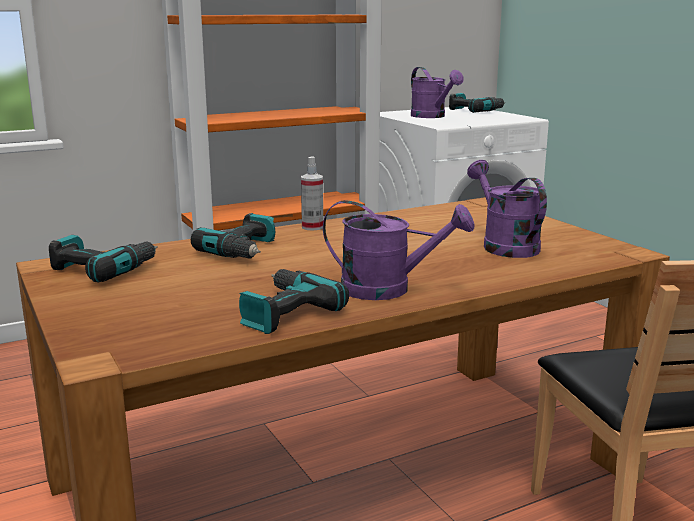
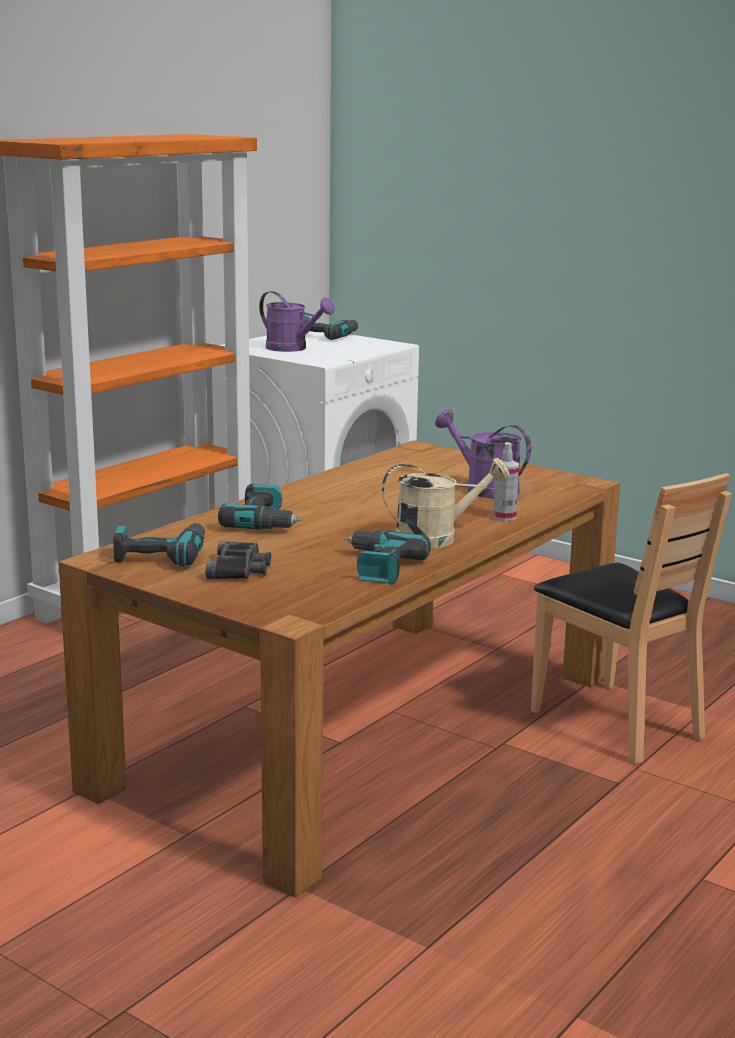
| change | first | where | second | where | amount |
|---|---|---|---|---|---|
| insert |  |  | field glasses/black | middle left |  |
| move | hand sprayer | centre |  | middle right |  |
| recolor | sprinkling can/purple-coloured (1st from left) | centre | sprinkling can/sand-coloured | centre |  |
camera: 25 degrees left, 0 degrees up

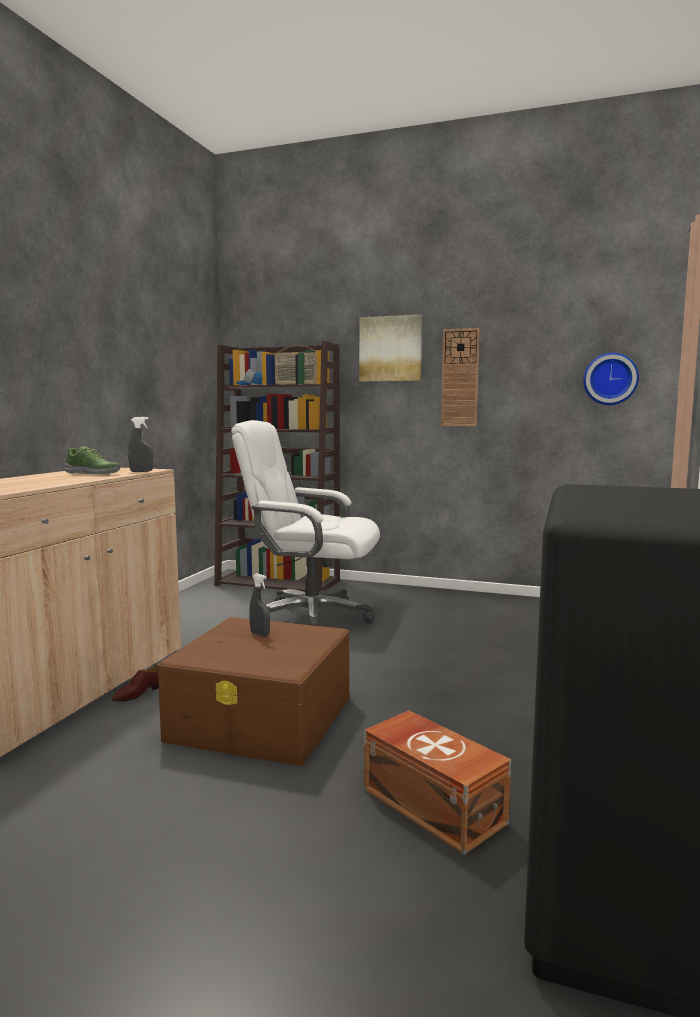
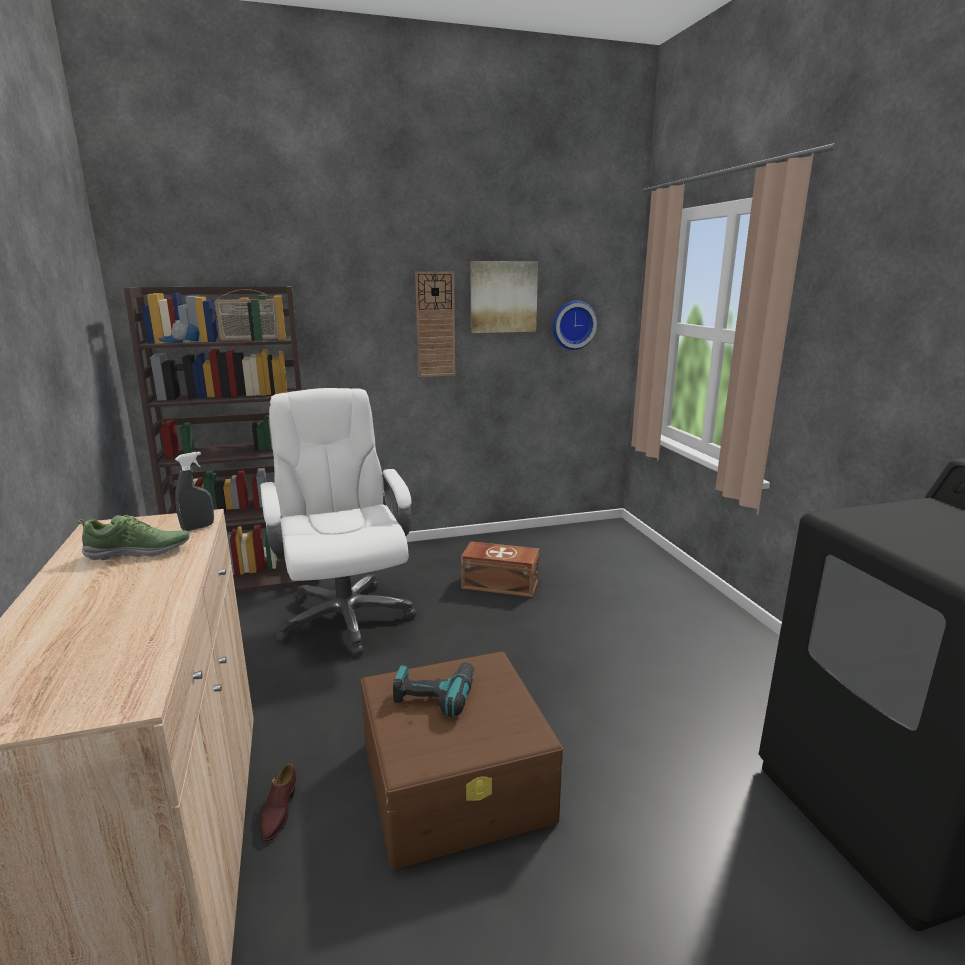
| change | first | where | second | where | amount |
|---|---|---|---|---|---|
| move | picture | centre |  | top centre |  |
| move | storage bin/brown-coloured (2nd from left) | bottom centre |  | centre |  |
| replace | hand sprayer/gray (2nd from left) | centre | power drill | bottom centre |  |
| rotate | computer chair/whitish | centre |  | centre | 90 degrees clockwise |
camera: 35 degrees left, 10 degrees up

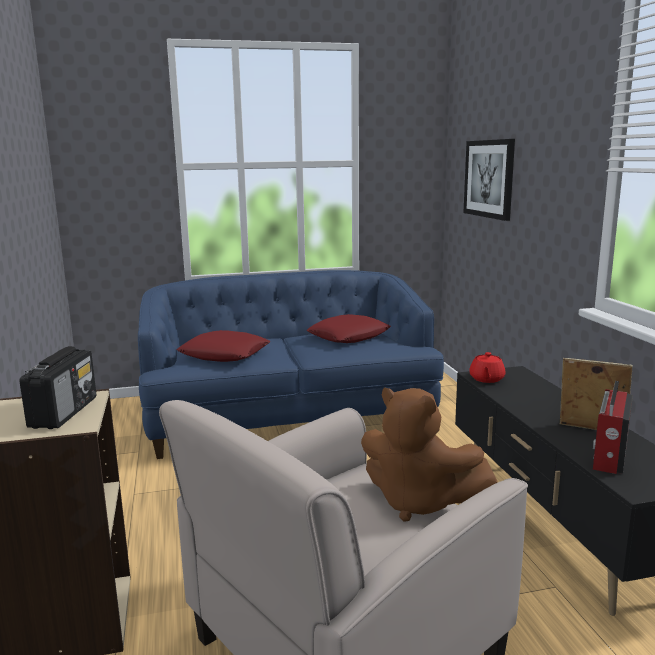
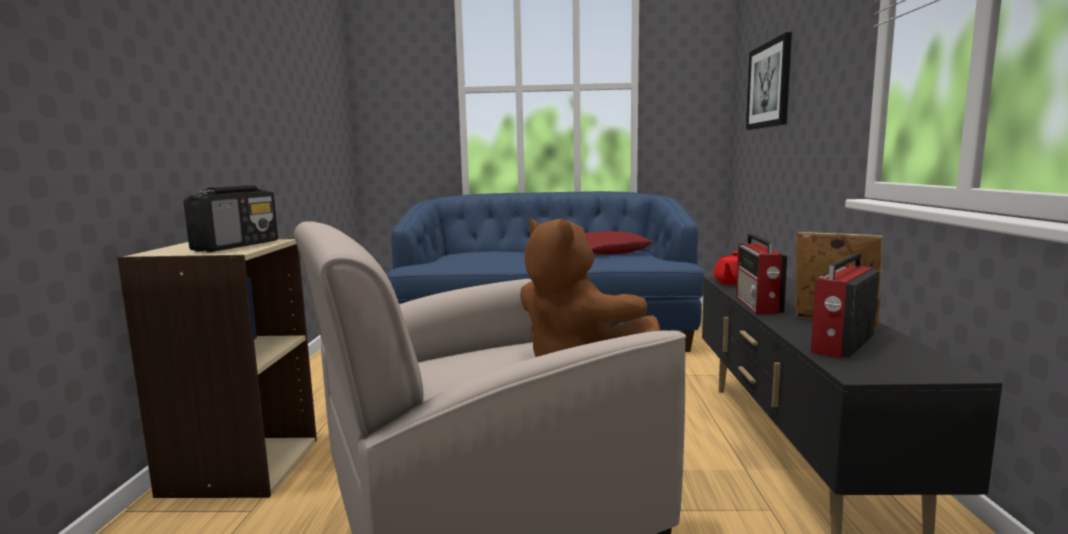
| change | first | where | second | where | amount |
|---|---|---|---|---|---|
| delete | pillow/red (1st from left) | centre |  |  |  |
| insert |  |  | radio receiver (2nd from left) | middle right |  |
camera: 15 degrees right, 5 degrees down

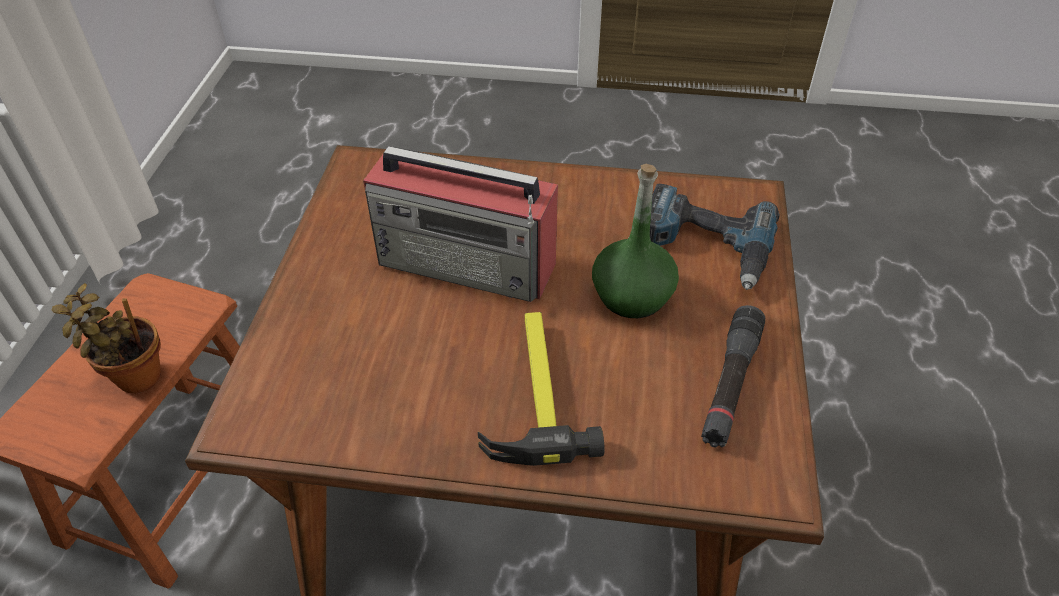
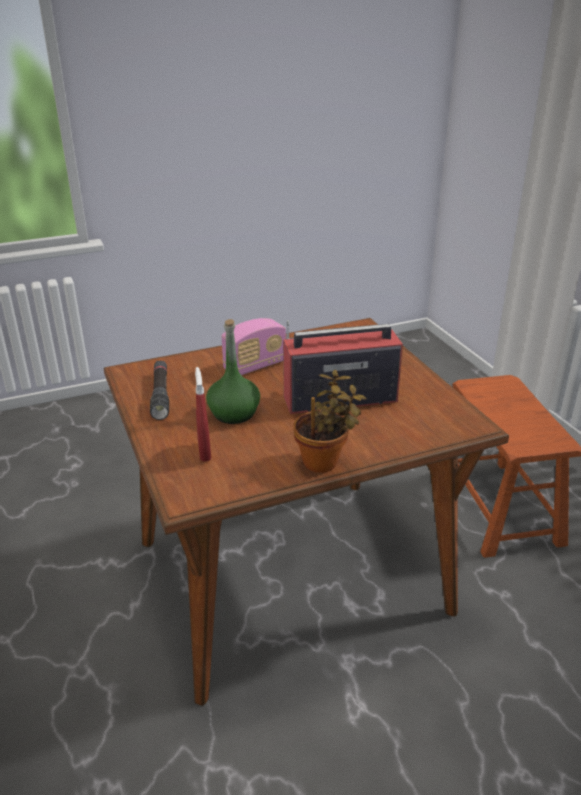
| change | first | where | second | where | amount |
|---|---|---|---|---|---|
| move | plant in a pot | middle left |  | centre |  |
| replace | hand hammer | centre | radio receiver (1st from left) | centre |  |
| replace | power drill | middle right | hand sprayer/red | centre |  |
camera: 150 degrees right, 15 degrees down

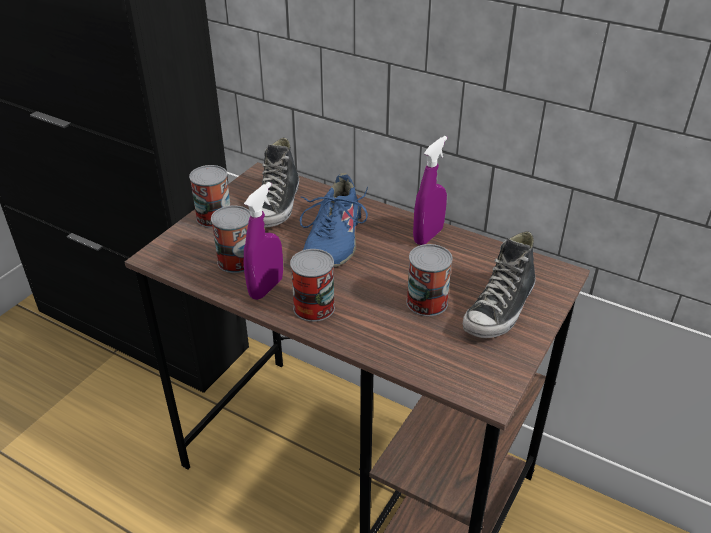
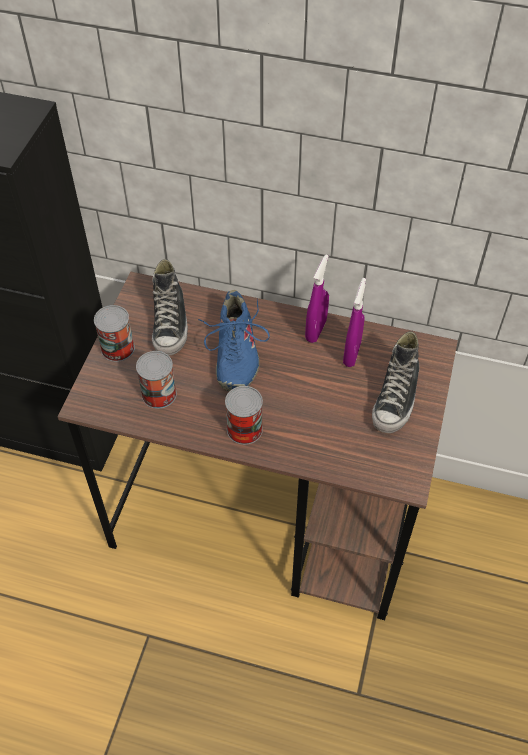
| change | first | where | second | where | amount |
|---|---|---|---|---|---|
| delete | sealed can (4th from left) | centre |  |  |  |
| move | hand sprayer/purple-coloured (1st from left in the first image) | centre | hand sprayer/purple-coloured (2nd from left) | middle right |  |
camera: 15 degrees left, 15 degrees up

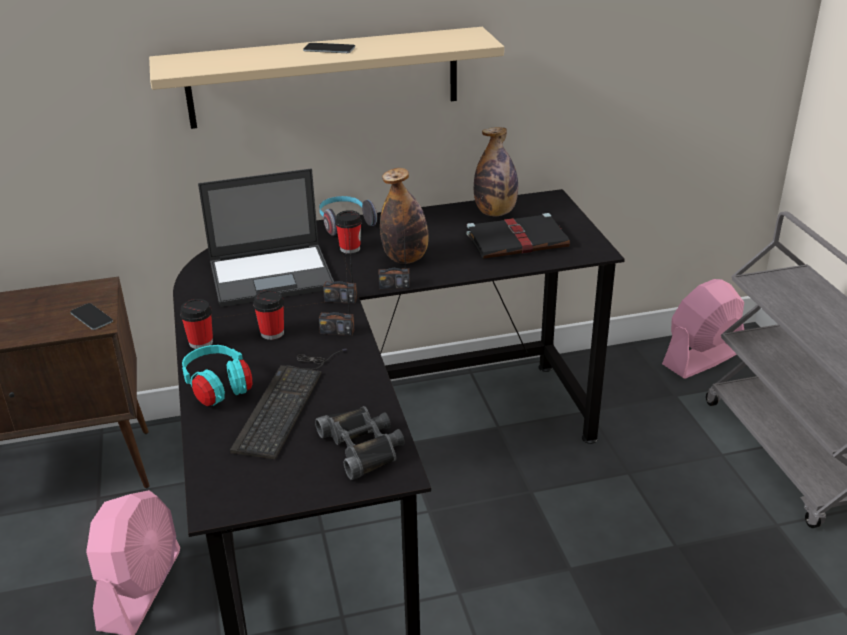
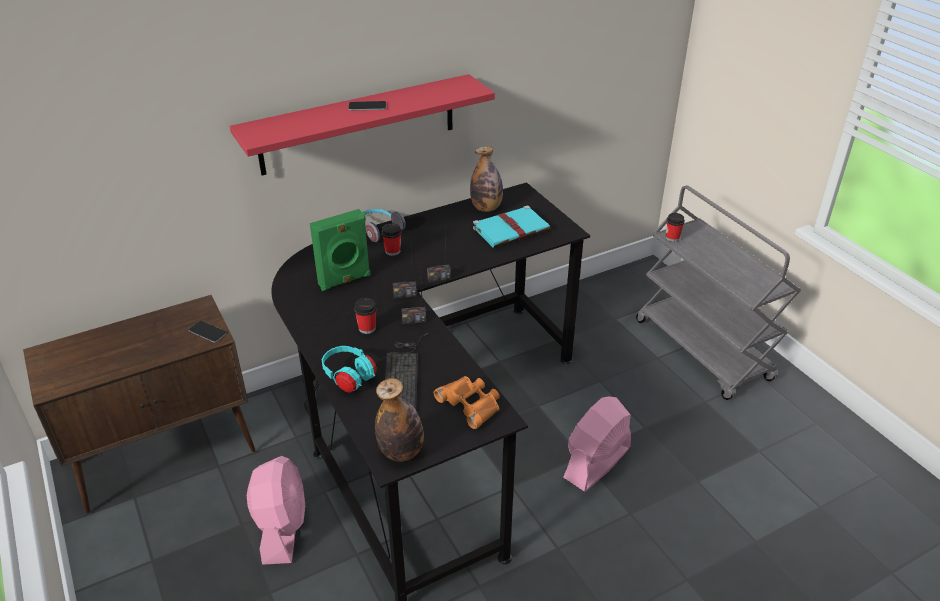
| change | first | where | second | where | amount |
|---|---|---|---|---|---|
| move | drinking cup (1st from left in the first image) | middle left | drinking cup (3rd from left) | middle right |  |
| move | drink bottle (1st from left) | centre |  | bottom centre |  |
| move | electric fan/pink (2nd from left) | middle right |  | bottom centre |  |
| replace | laptop | middle left | loudspeaker/green-coloured | centre |  |
| recolor | bracket shelf/sand-coloured | top centre | bracket shelf/red | top centre |  |
| recolor | field glasses/black | bottom centre | field glasses/orangey | bottom centre |  |
| recolor | bound book/black | centre | bound book/turquoise | centre |  |
camera: 15 degrees left, 5 degrees up

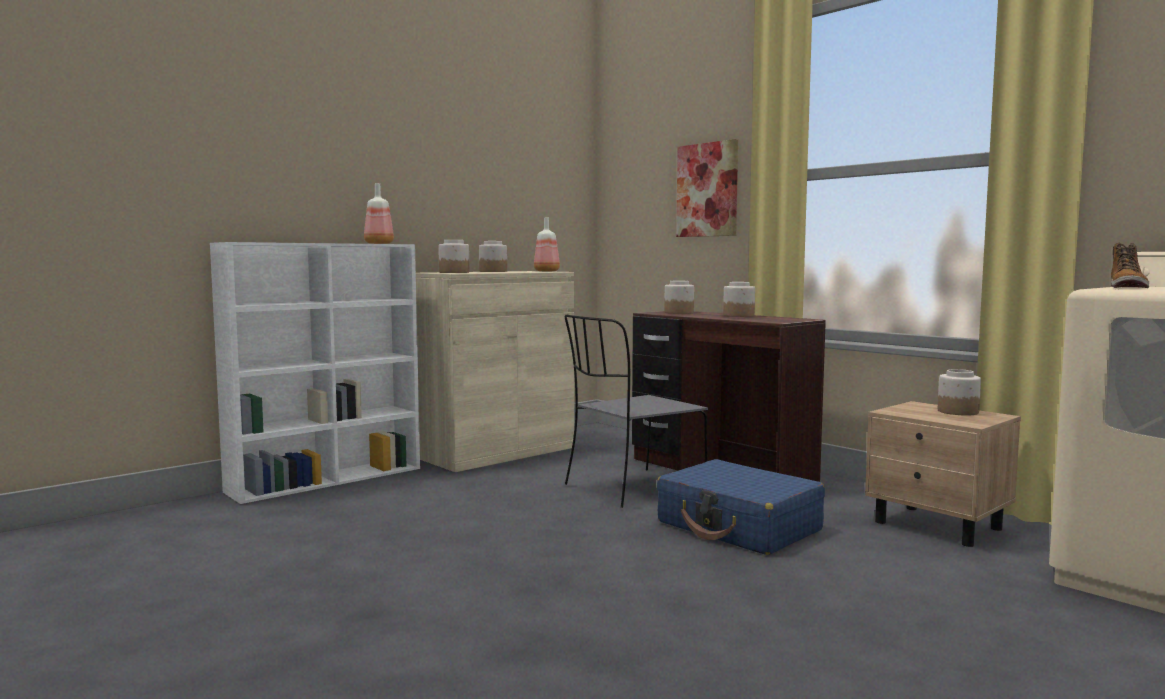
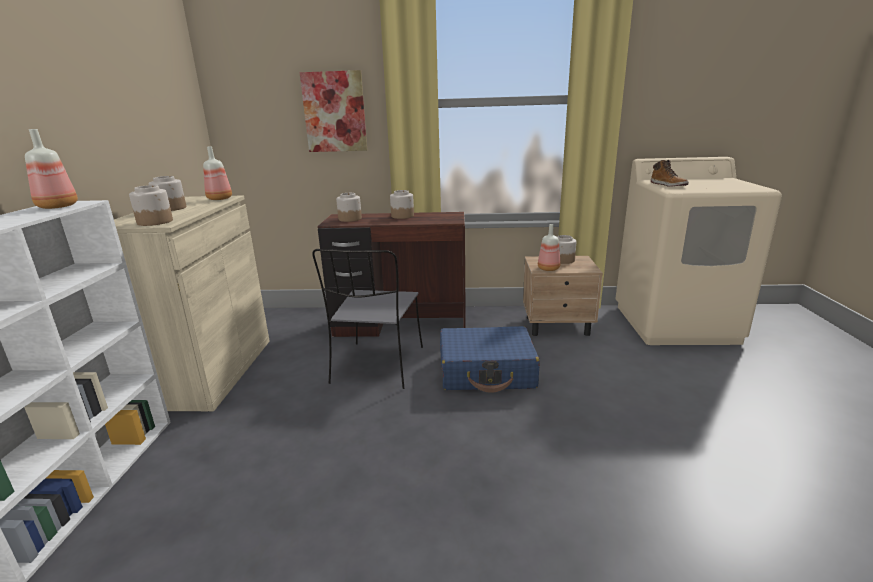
| change | first | where | second | where | amount |
|---|---|---|---|---|---|
| insert |  |  | drink bottle (3rd from left) | centre |  |
camera: 45 degrees left, 15 degrees up

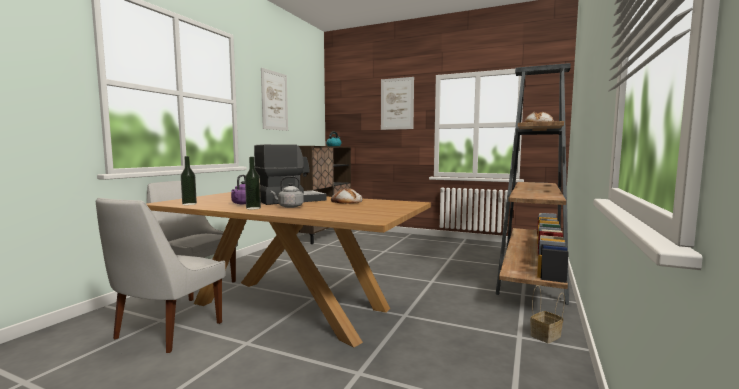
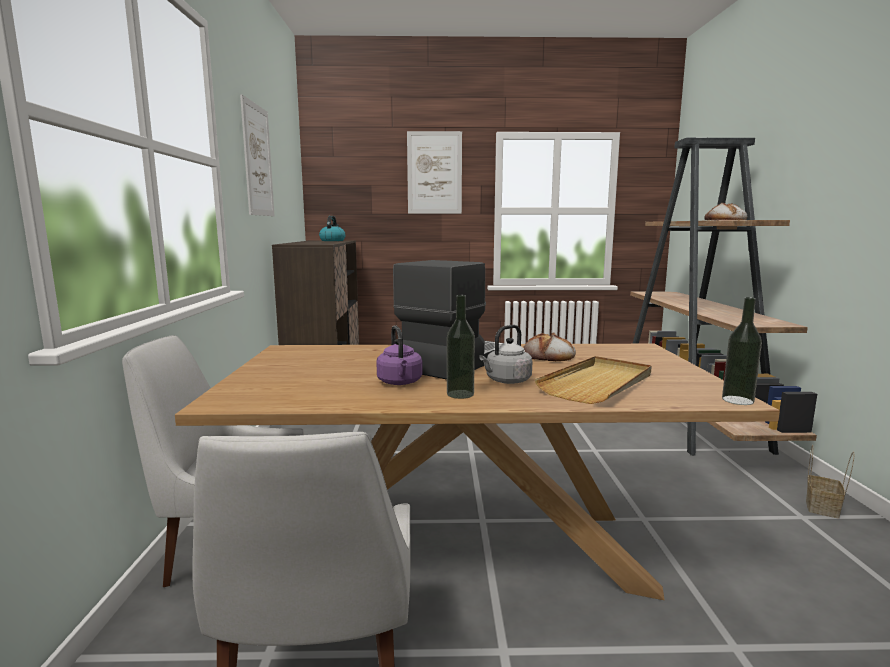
| change | first | where | second | where | amount |
|---|---|---|---|---|---|
| insert |  |  | carrying tray/sand-coloured | centre |  |
| move | drink bottle (1st from left in the first image) | middle left | drink bottle (2nd from left) | middle right |  |
camera: 25 degrees left, 5 degrees up

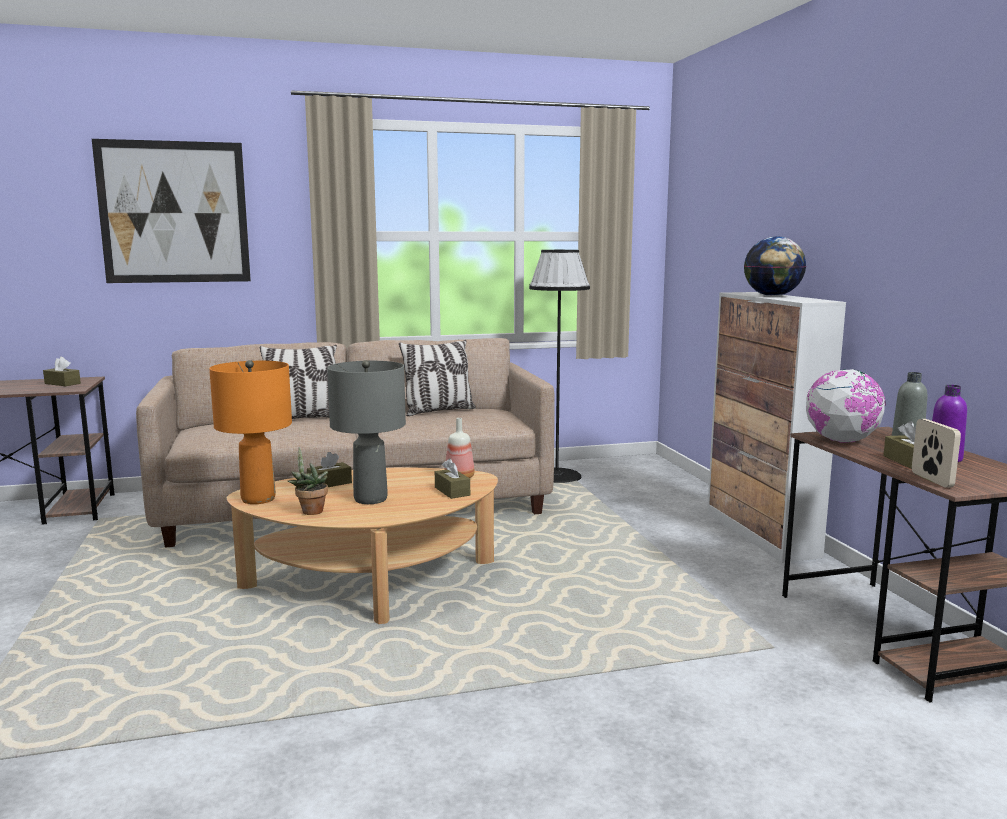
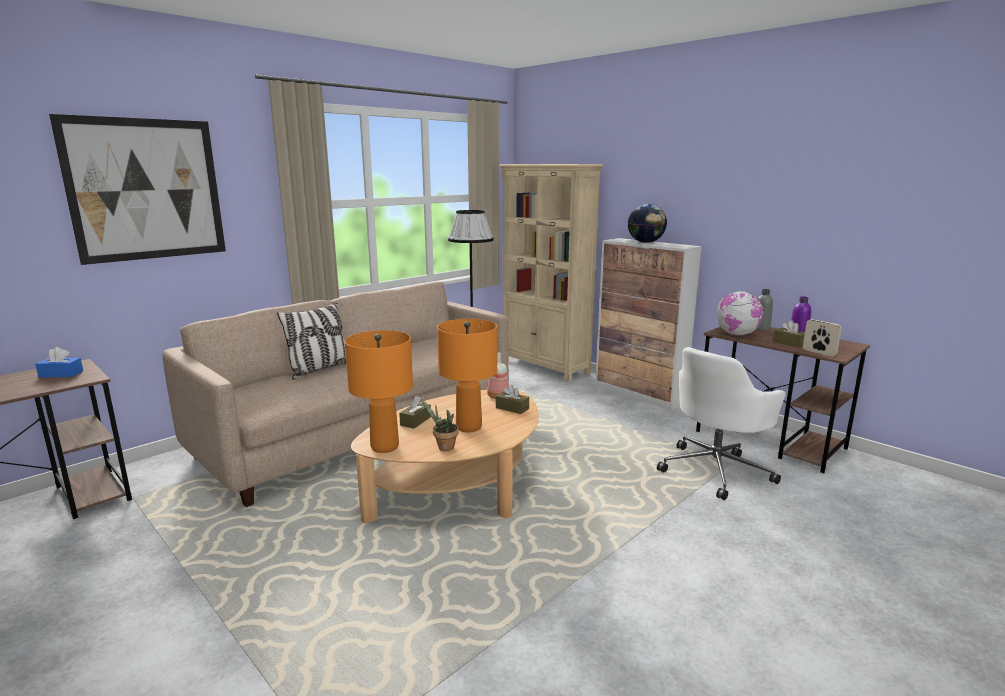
| change | first | where | second | where | amount |
|---|---|---|---|---|---|
| delete | pillow (2nd from left) | centre |  |  |  |
| insert |  |  | bookshelf/sand-coloured | centre |  |
| insert |  |  | computer chair/whitish | middle right |  |
| recolor | box of tissues/brown-coloured (1st from left) | middle left | box of tissues/bluish | middle left |  |
| recolor | tabletop lamp/gray | centre | tabletop lamp/orangey (2nd from left) | centre |  |
camera: 30 degrees left, 5 degrees up

